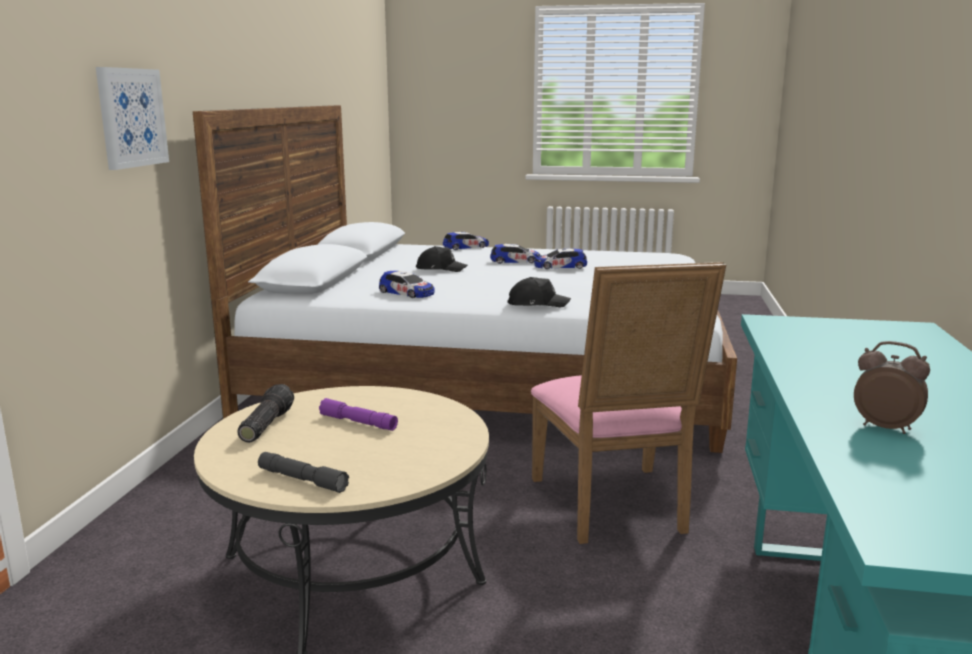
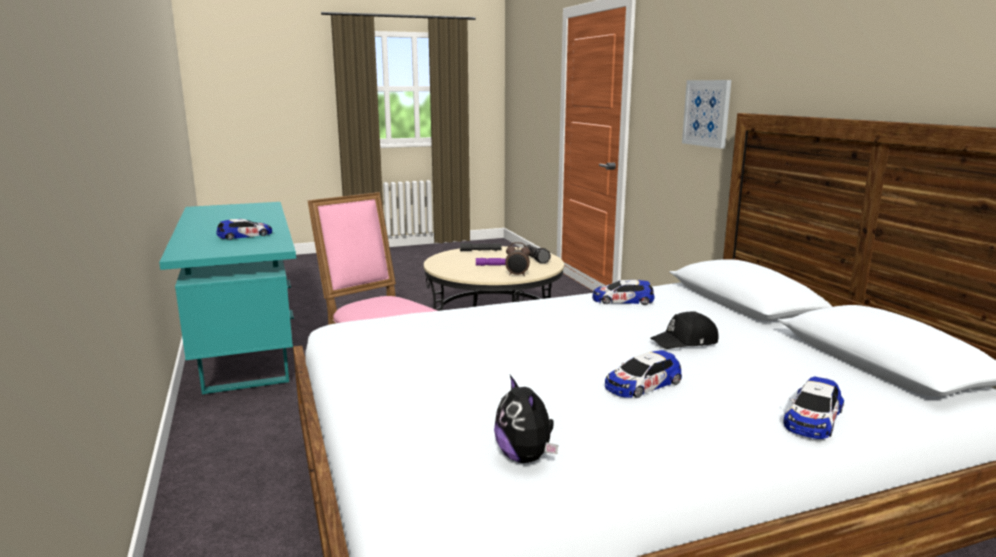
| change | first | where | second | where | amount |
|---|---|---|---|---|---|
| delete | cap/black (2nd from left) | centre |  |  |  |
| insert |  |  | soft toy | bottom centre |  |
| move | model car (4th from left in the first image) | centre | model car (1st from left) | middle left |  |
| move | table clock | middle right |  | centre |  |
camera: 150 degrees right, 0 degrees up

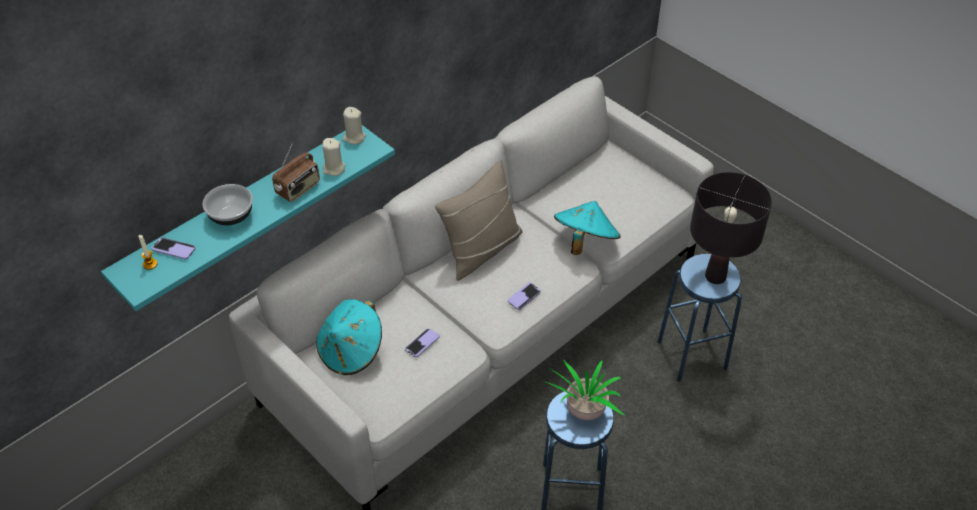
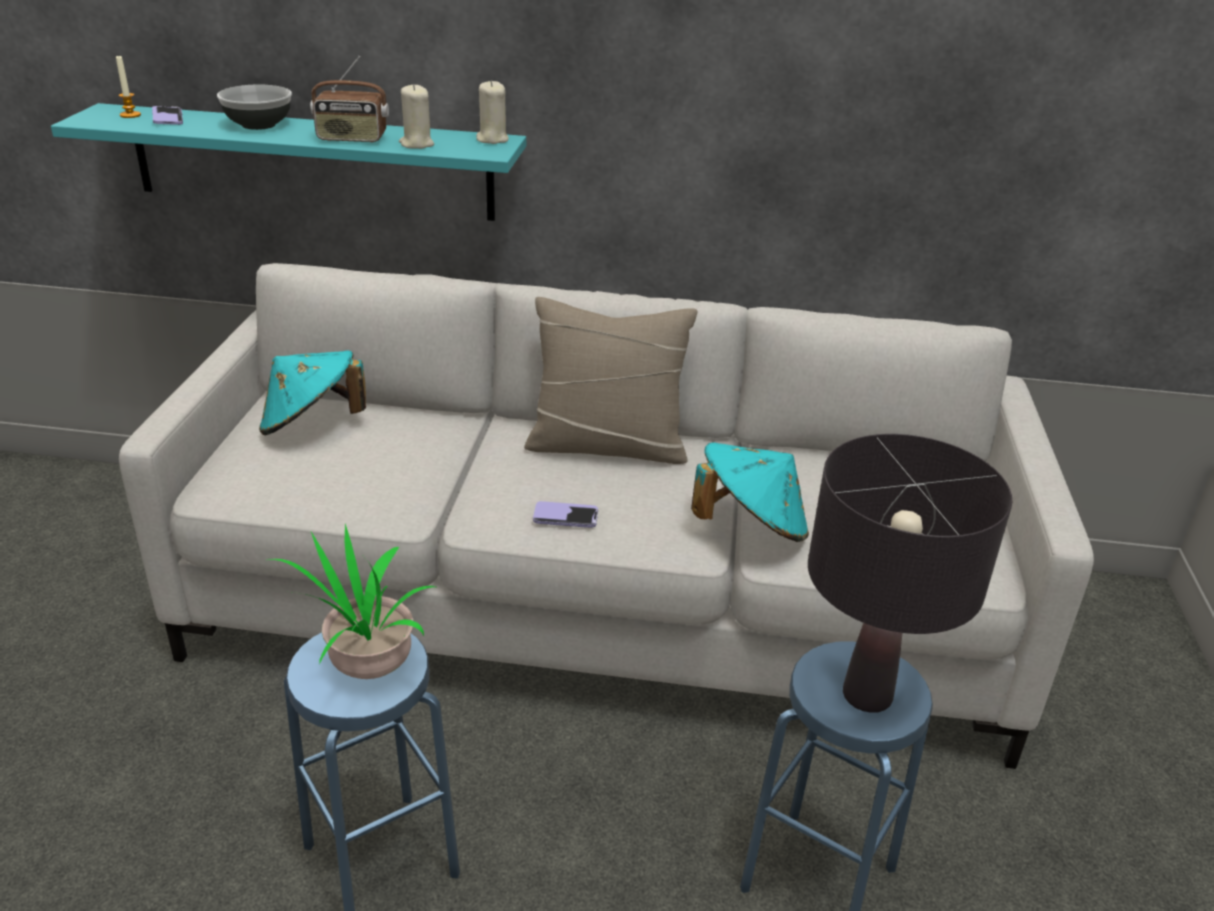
| change | first | where | second | where | amount |
|---|---|---|---|---|---|
| delete | phone (2nd from left) | bottom centre |  |  |  |
camera: 50 degrees right, 15 degrees down

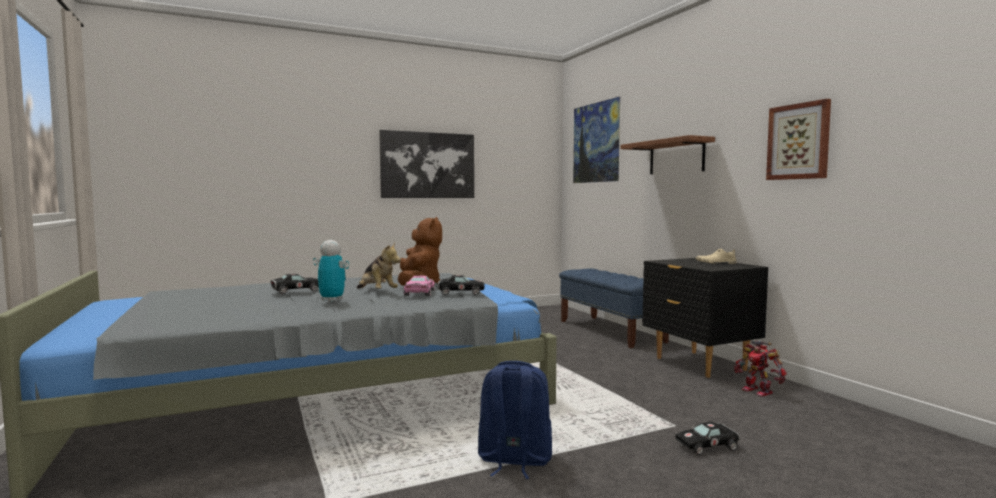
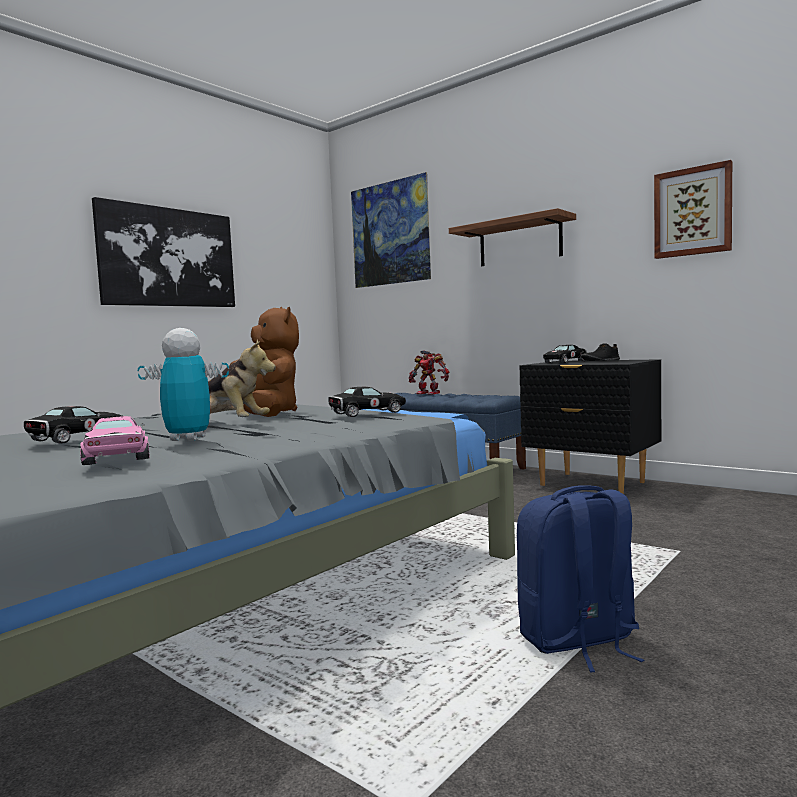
| change | first | where | second | where | amount |
|---|---|---|---|---|---|
| move | model car/pink | centre |  | middle left |  |
| move | model car/black (3rd from left) | bottom right |  | middle right |  |
| move | robot figure (2nd from left) | bottom right |  | centre |  |
| recolor | low shoe/sand-coloured | middle right | low shoe/black | middle right |  |
camera: 25 degrees left, 0 degrees up

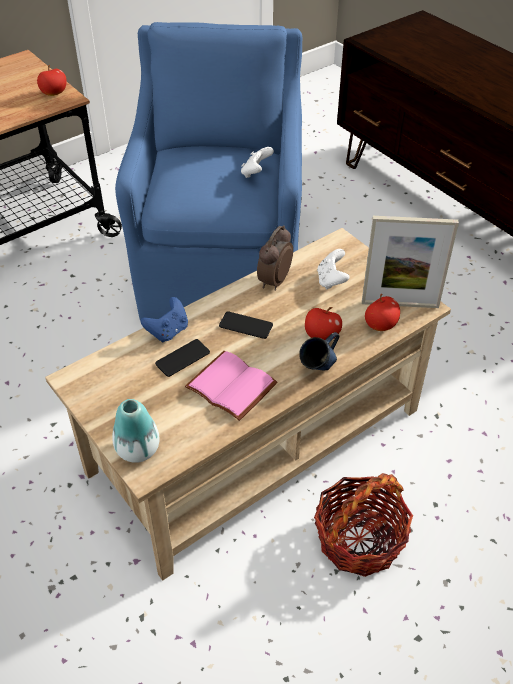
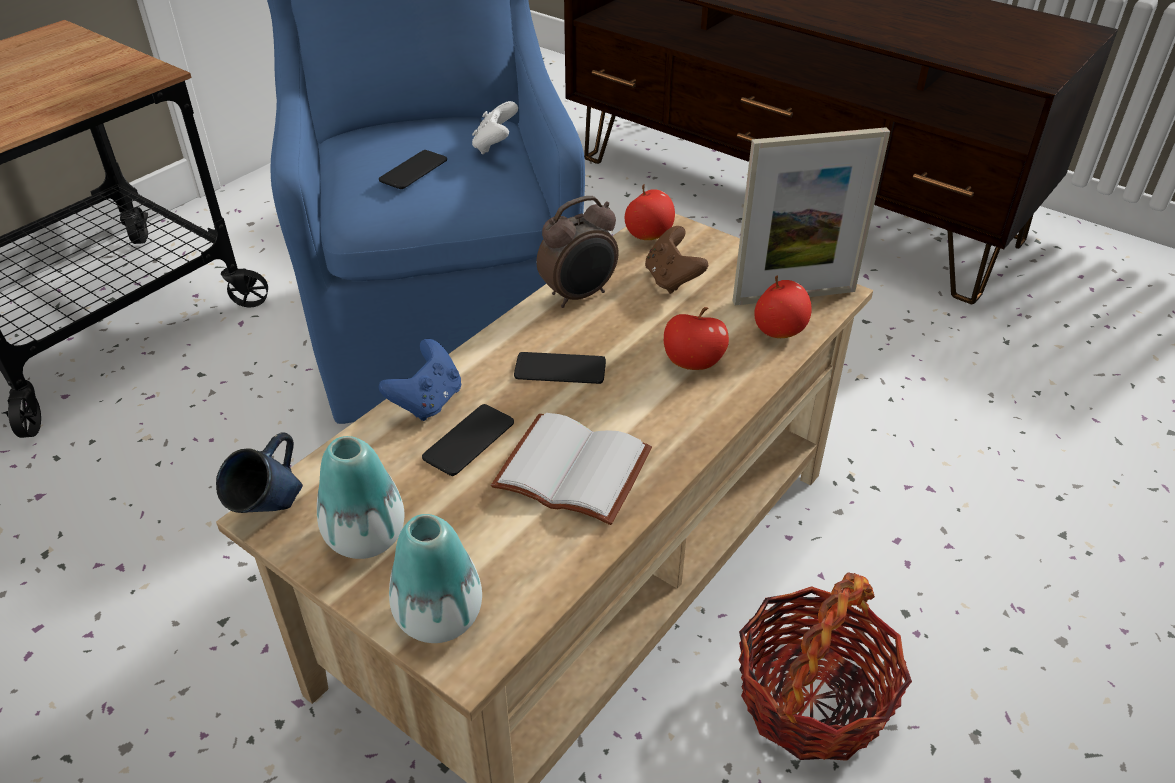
| change | first | where | second | where | amount |
|---|---|---|---|---|---|
| insert |  |  | decorative vase (1st from left) | middle left |  |
| insert |  |  | phone (1st from left) | top centre |  |
| move | apple fruit (1st from left) | top left |  | top centre |  |
| move | coffee mug/bluish | centre |  | middle left |  |
| recolor | bound book/pink | centre | bound book/whitish | centre |  |
| recolor | game controller/whitish (2nd from left) | centre | game controller/brown-coloured | top centre |  |
| rotate | table clock | centre |  | top centre | 135 degrees counterclockwise |
camera: 15 degrees left, 5 degrees down

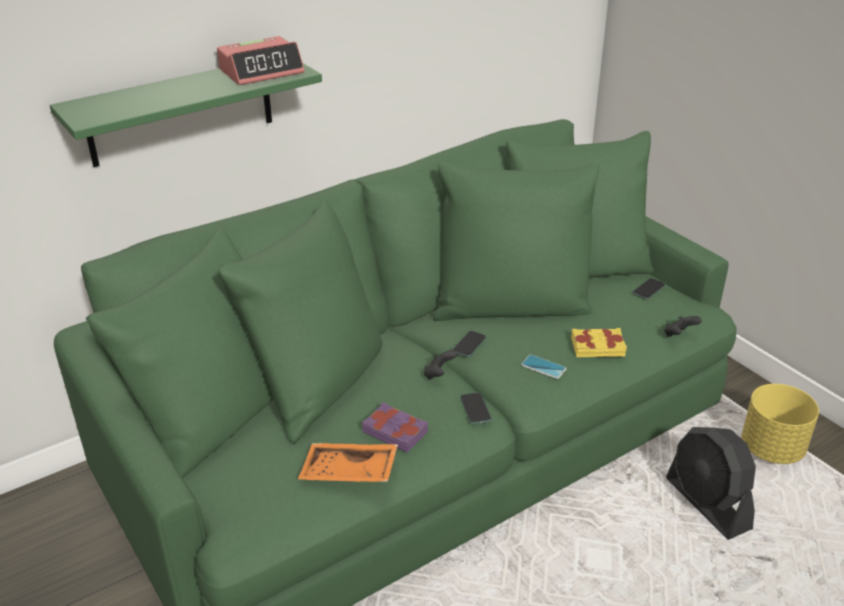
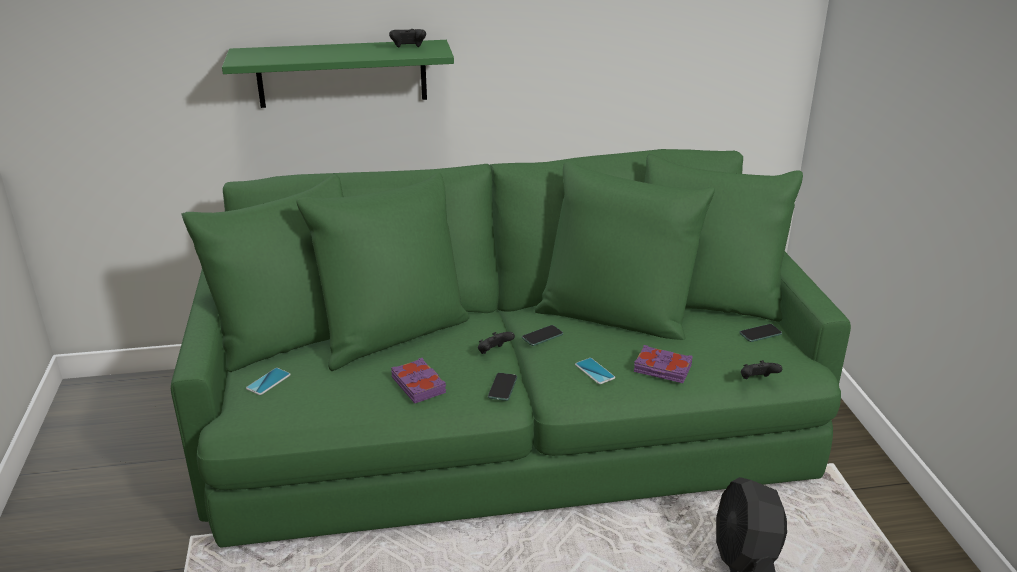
| change | first | where | second | where | amount |
|---|---|---|---|---|---|
| delete | carrying tray/orangey | bottom centre |  |  |  |
| delete | flower pot/yellowish | bottom right |  |  |  |
| insert |  |  | phone (1st from left) | middle left |  |
| replace | table clock | top left | game controller/black (1st from left) | top centre |  |
| recolor | bound book/yellowish | middle right | bound book/purple-coloured (2nd from left) | centre |  |
camera: 25 degrees right, 5 degrees down

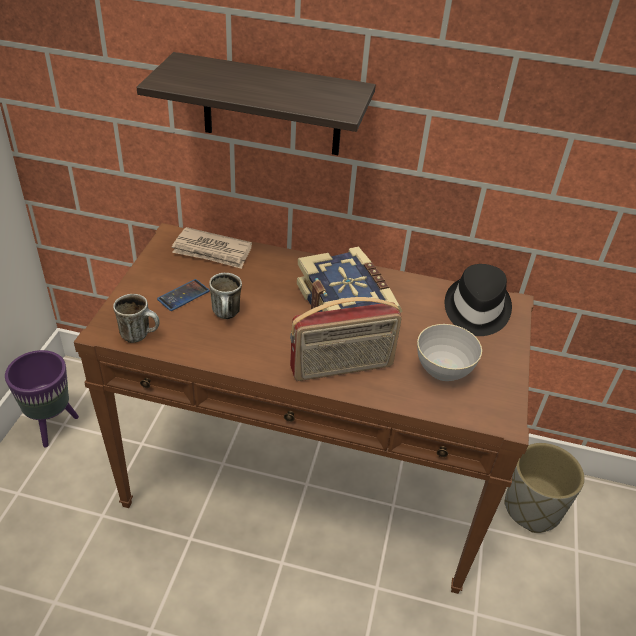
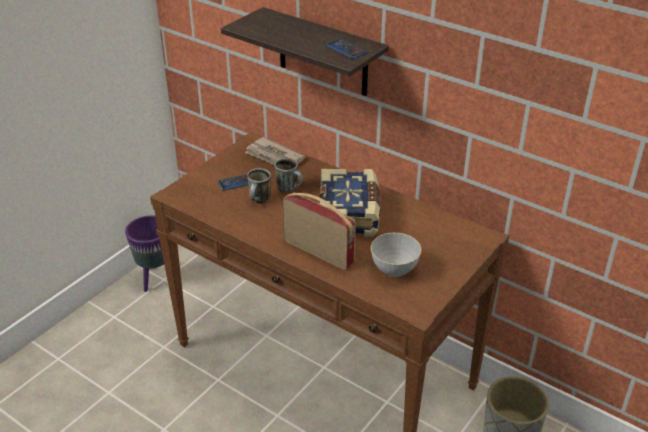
| change | first | where | second | where | amount |
|---|---|---|---|---|---|
| delete | hat/black | middle right |  |  |  |
| insert |  |  | phone (2nd from left) | top centre |  |
| move | coffee mug (1st from left in the first image) | middle left | coffee mug (2nd from left) | centre |  |
| rotate | radio receiver | centre |  | centre | 150 degrees counterclockwise |
camera: 25 degrees right, 5 degrees down

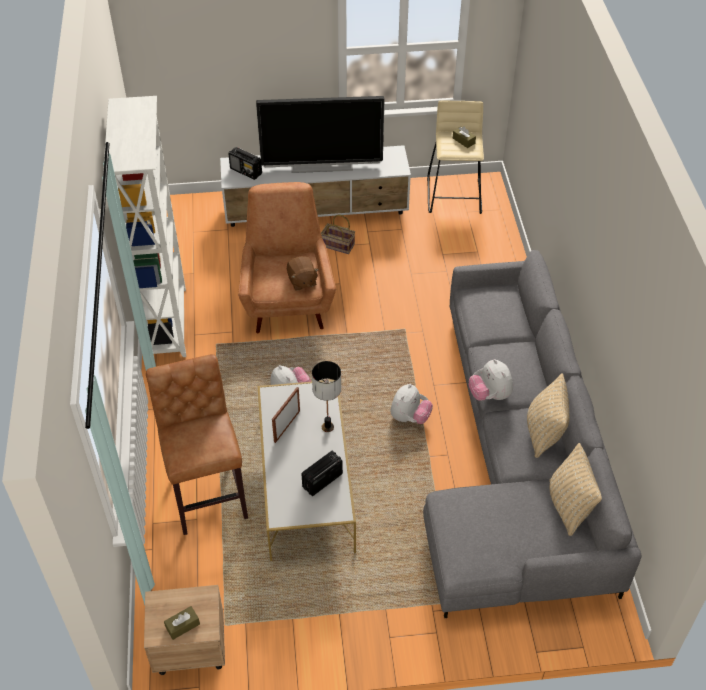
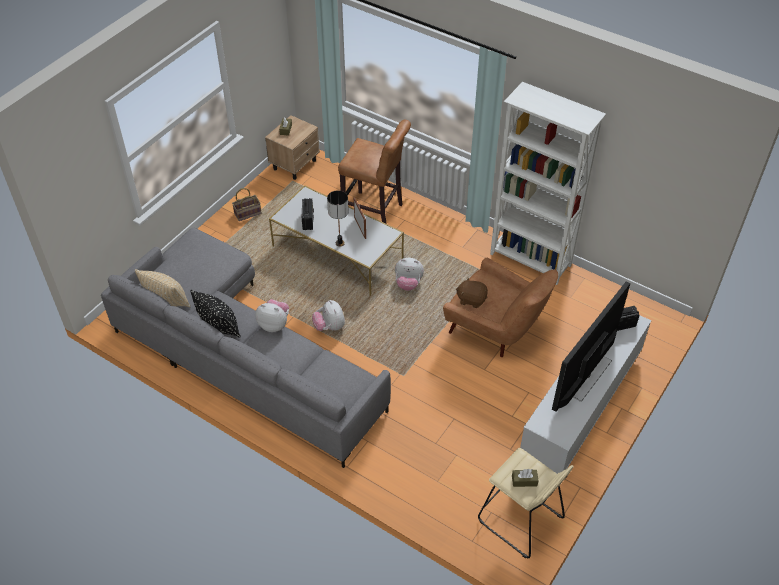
| change | first | where | second | where | amount |
|---|---|---|---|---|---|
| move | household basket | centre |  | middle left |  |
| recolor | pillow/sand-coloured (1st from left) | middle right | pillow/black | middle left |  |
camera: 130 degrees right, 0 degrees up

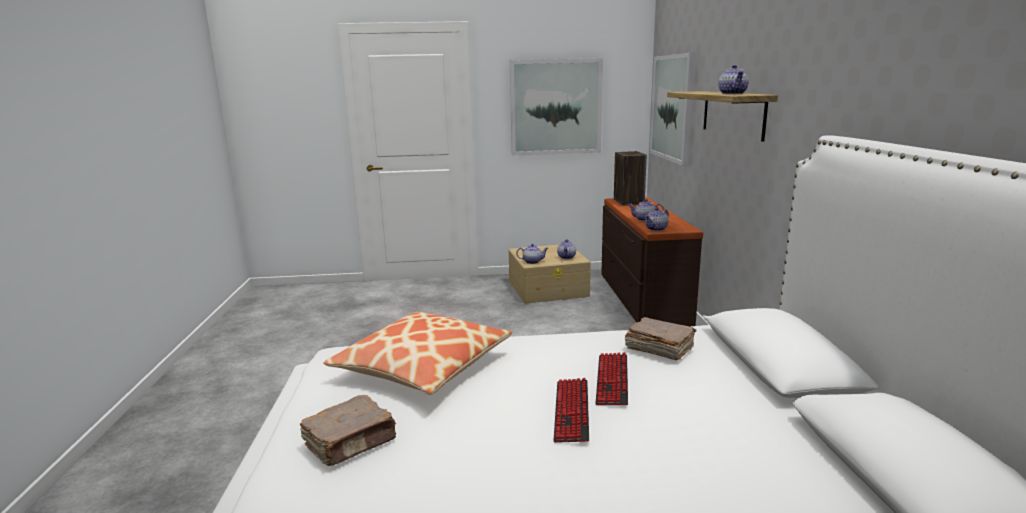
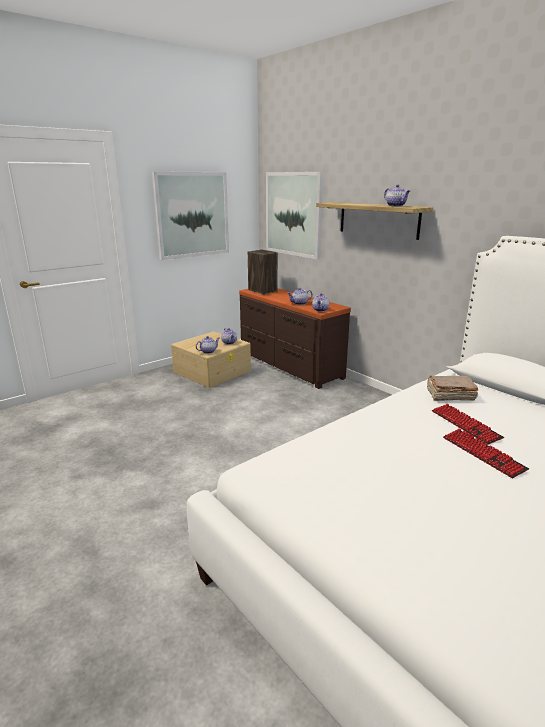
| change | first | where | second | where | amount |
|---|---|---|---|---|---|
| delete | bound book/brown-coloured (1st from left) | bottom centre |  |  |  |
| delete | pillow | bottom centre |  |  |  |
camera: 35 degrees left, 5 degrees up

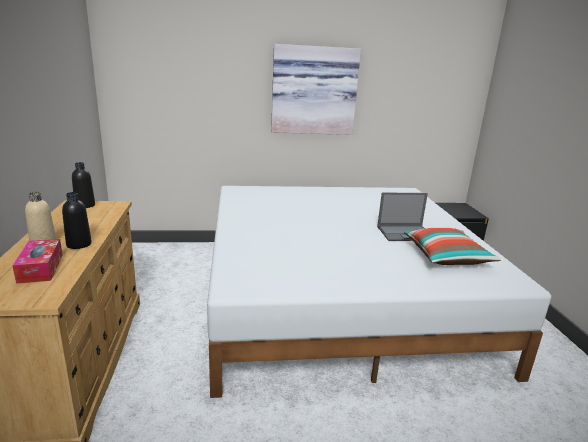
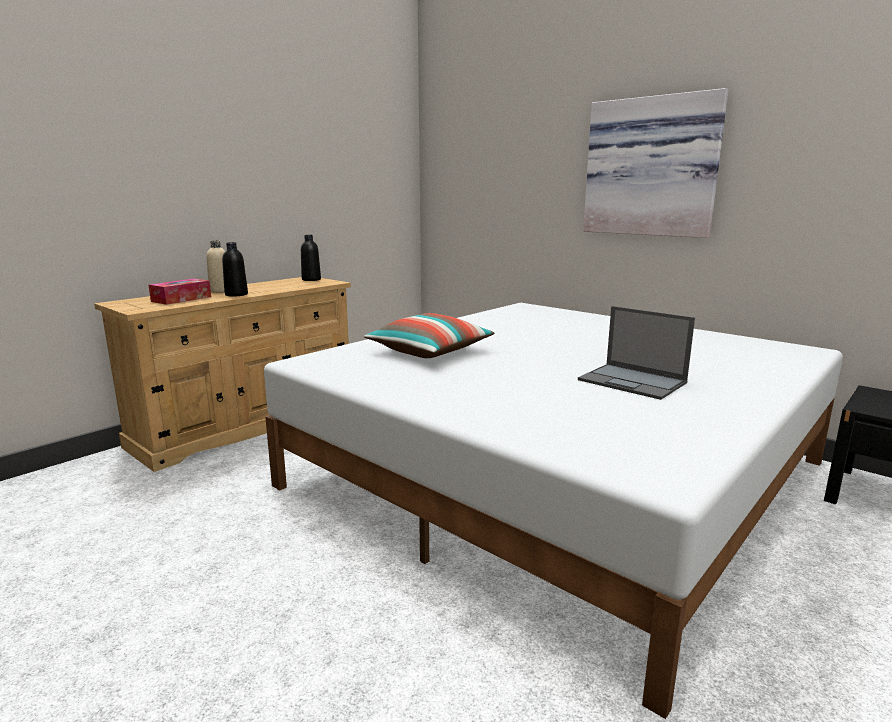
| change | first | where | second | where | amount |
|---|---|---|---|---|---|
| move | pillow | middle right |  | centre |  |
camera: 50 degrees right, 5 degrees down

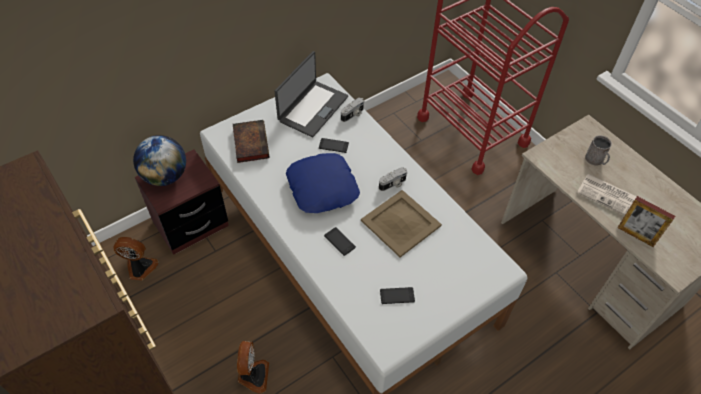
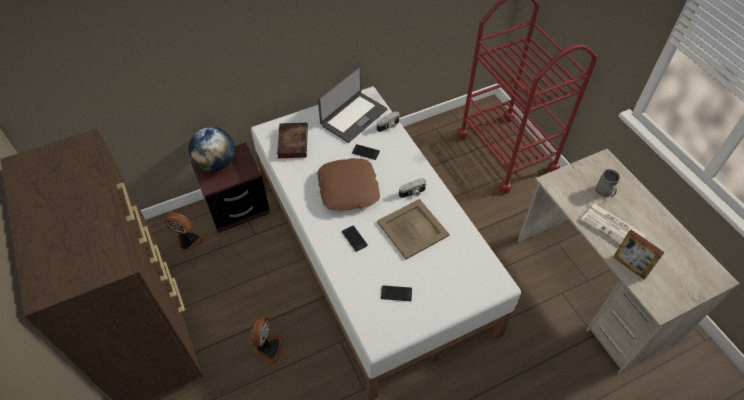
| change | first | where | second | where | amount |
|---|---|---|---|---|---|
| recolor | pillow/bluish | centre | pillow/brown-coloured | centre |  |
camera: 10 degrees right, 0 degrees up

